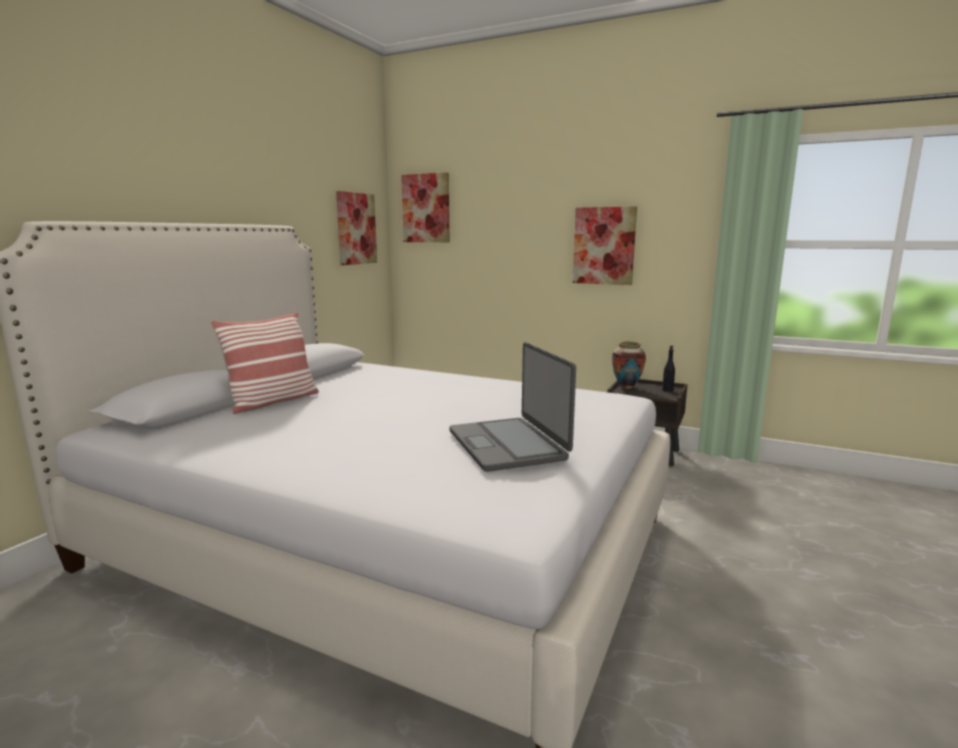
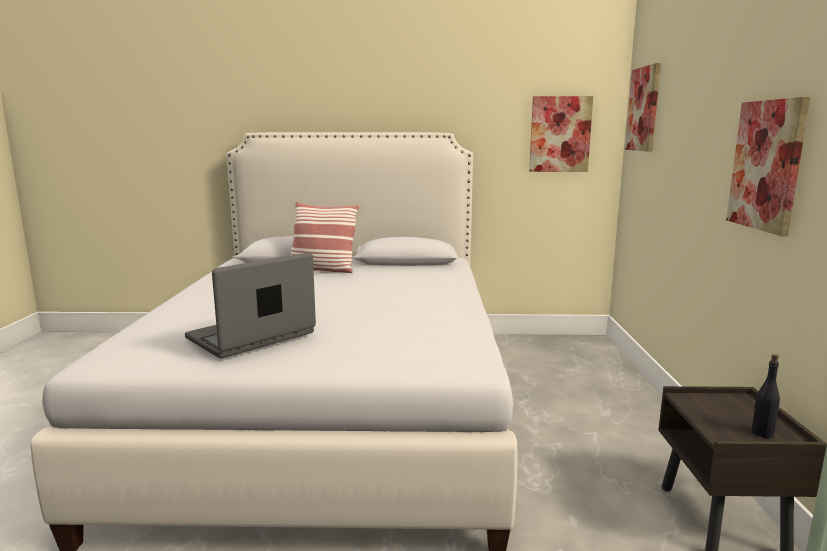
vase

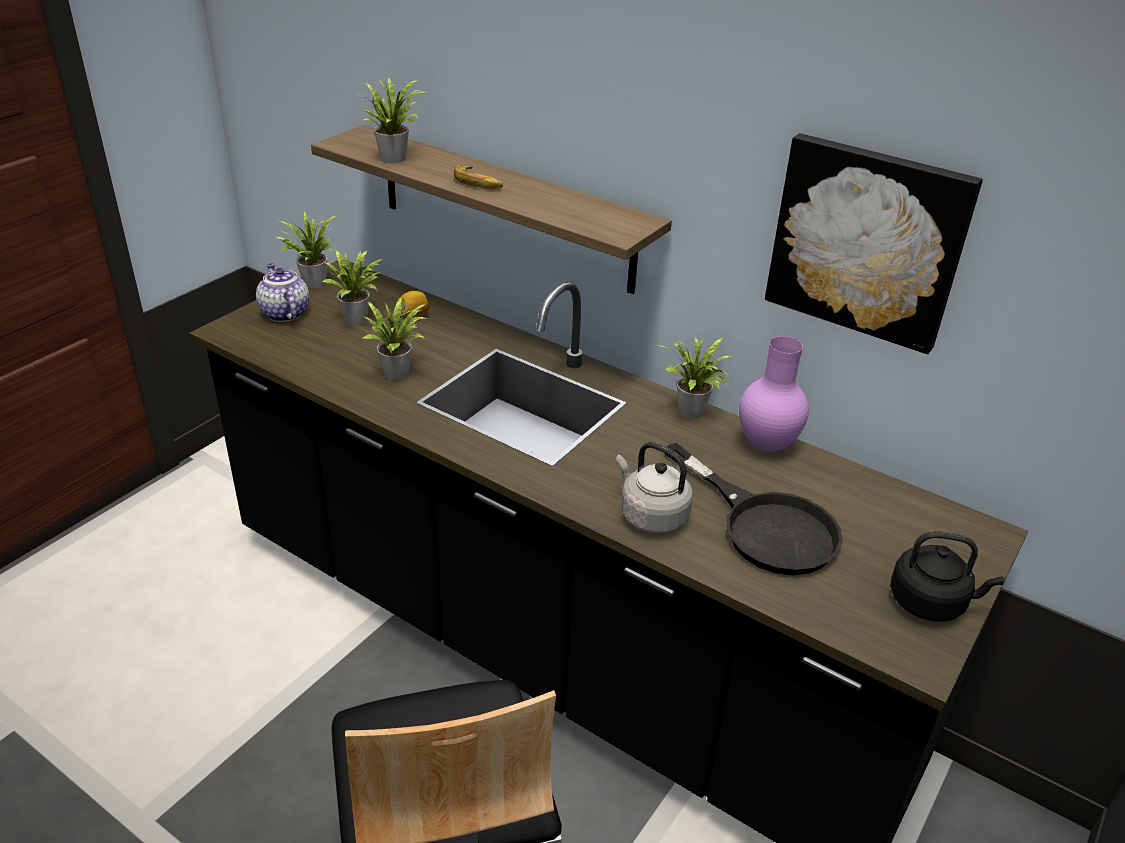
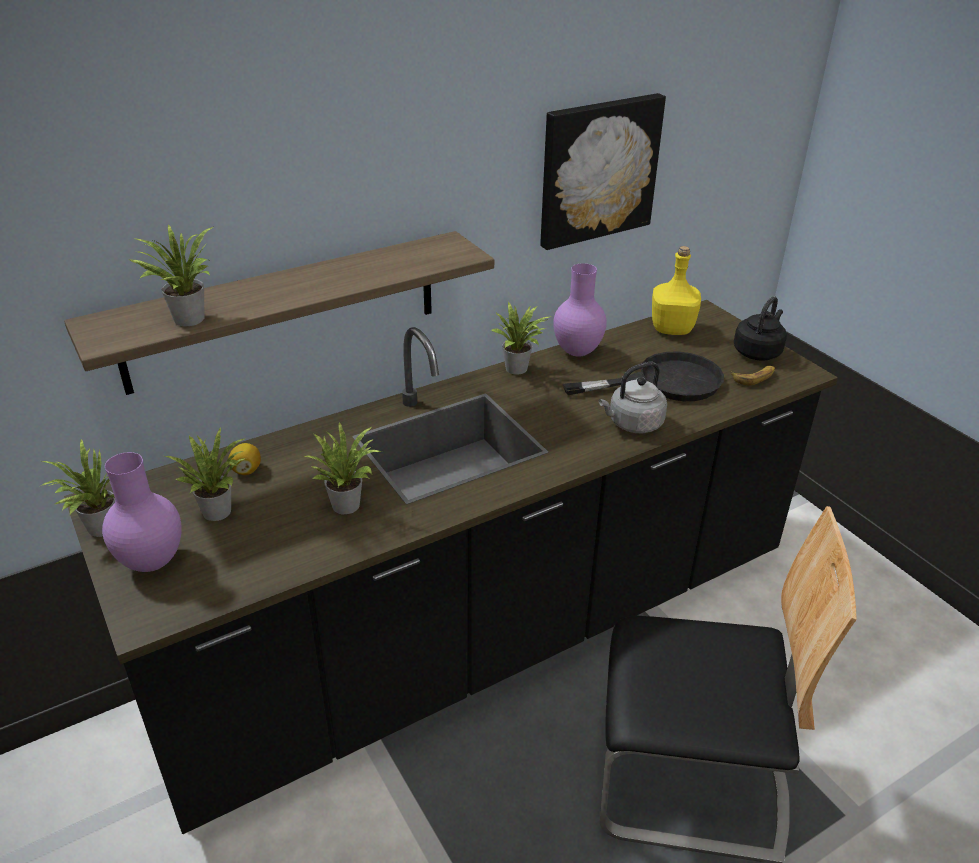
whole banana
purple-coloured vase (1st from left)
yellow beverage bottle

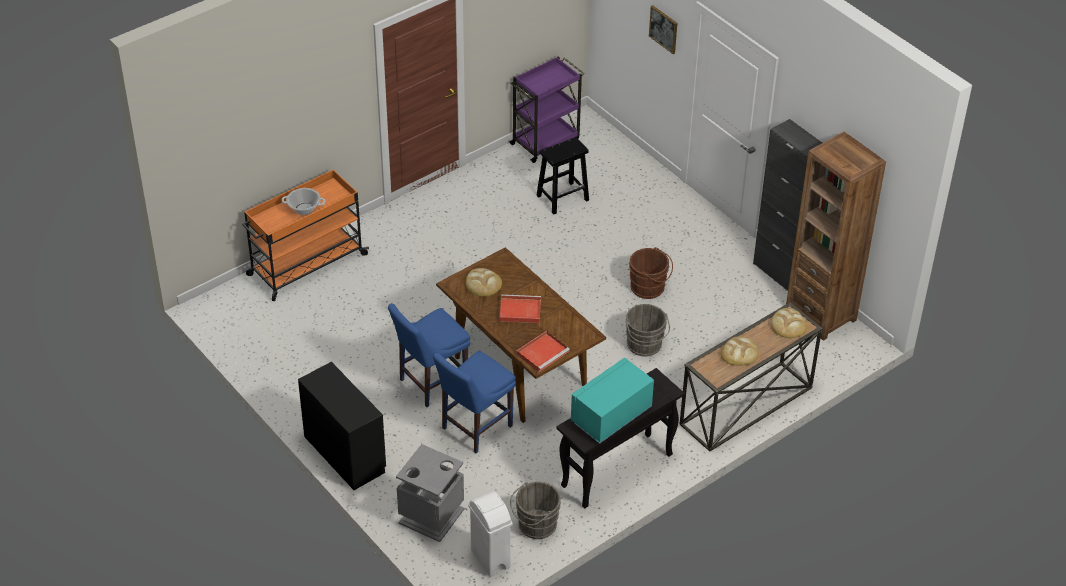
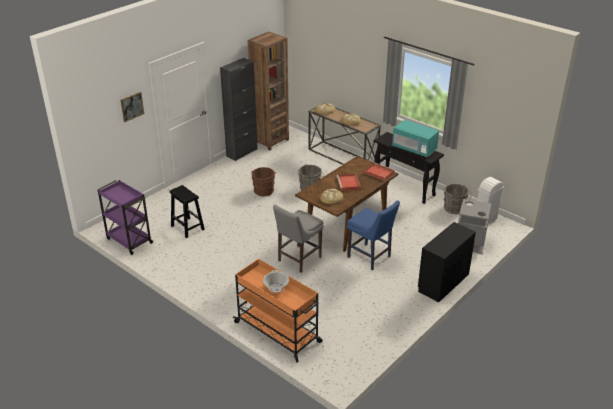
bluish plain chair (2nd from left in the first image)
gray plain chair

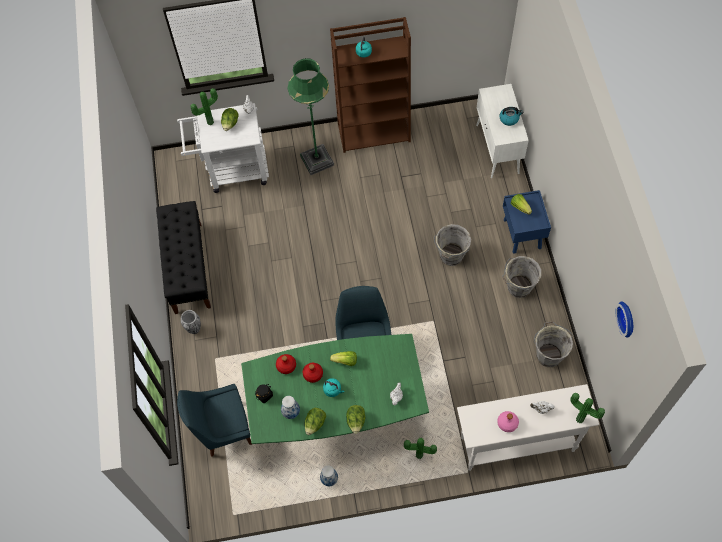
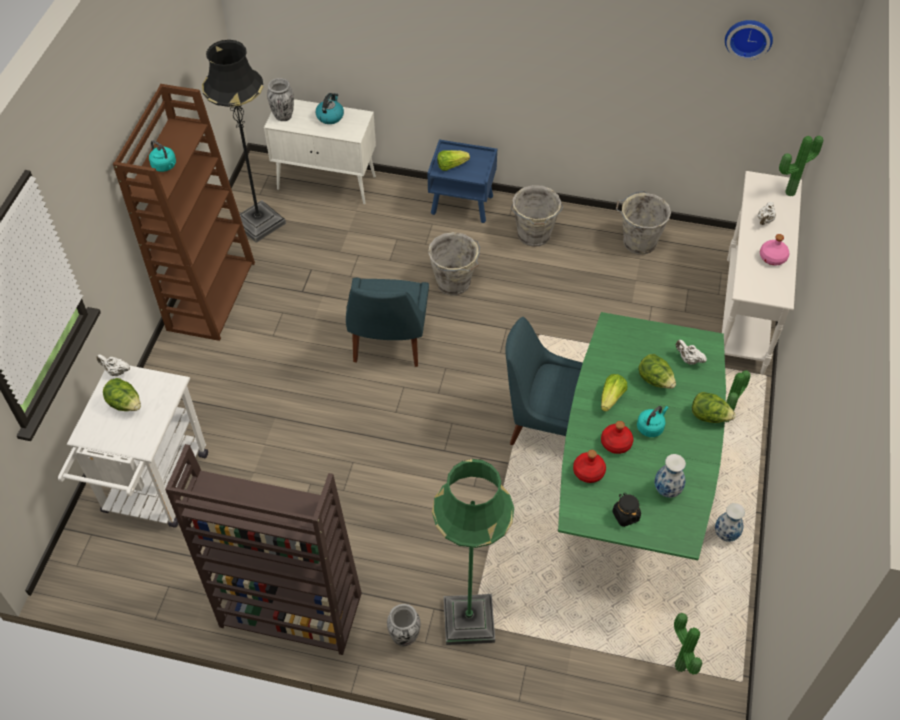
greenish floor lamp
houseplant (1st from left)
brown bookcase (2nd from left)
bluish plain chair (1st from left)
lettuce (4th from left)
black floor lamp
vase (1st from left)

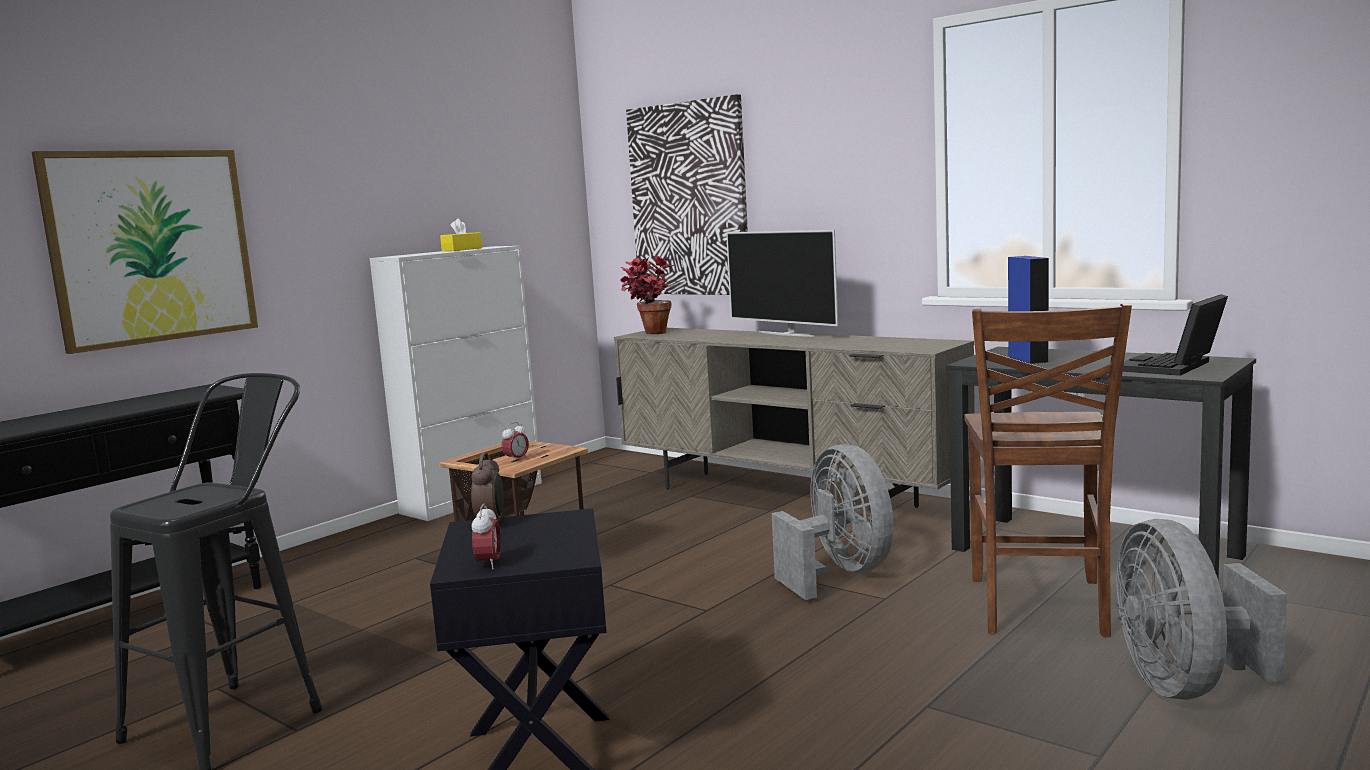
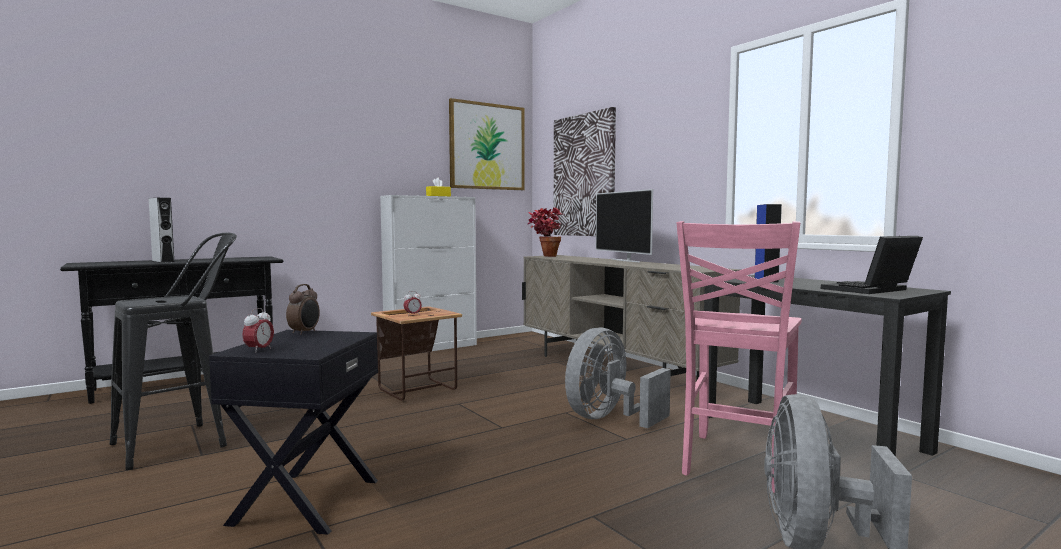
picture (1st from left)
pink plain chair
gray cooling fan (1st from left)
gray speaker

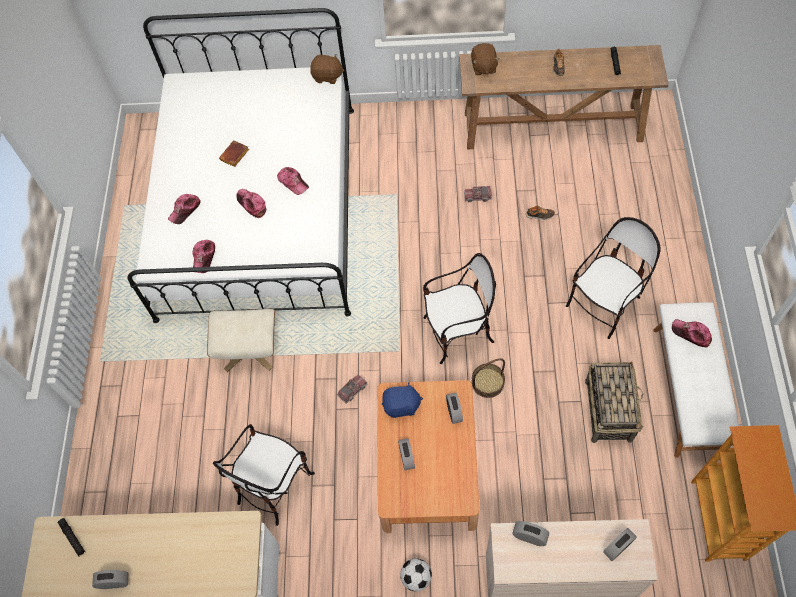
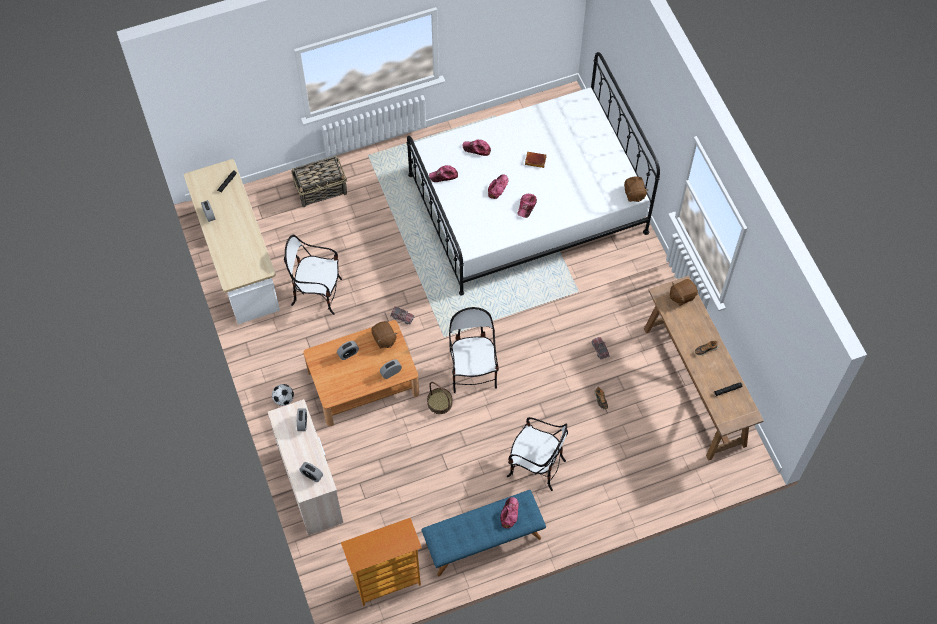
plain chair (2nd from left)
bluish indoor bench
sand-coloured pouffe
household basket (1st from left)
brown soft toy (1st from left)

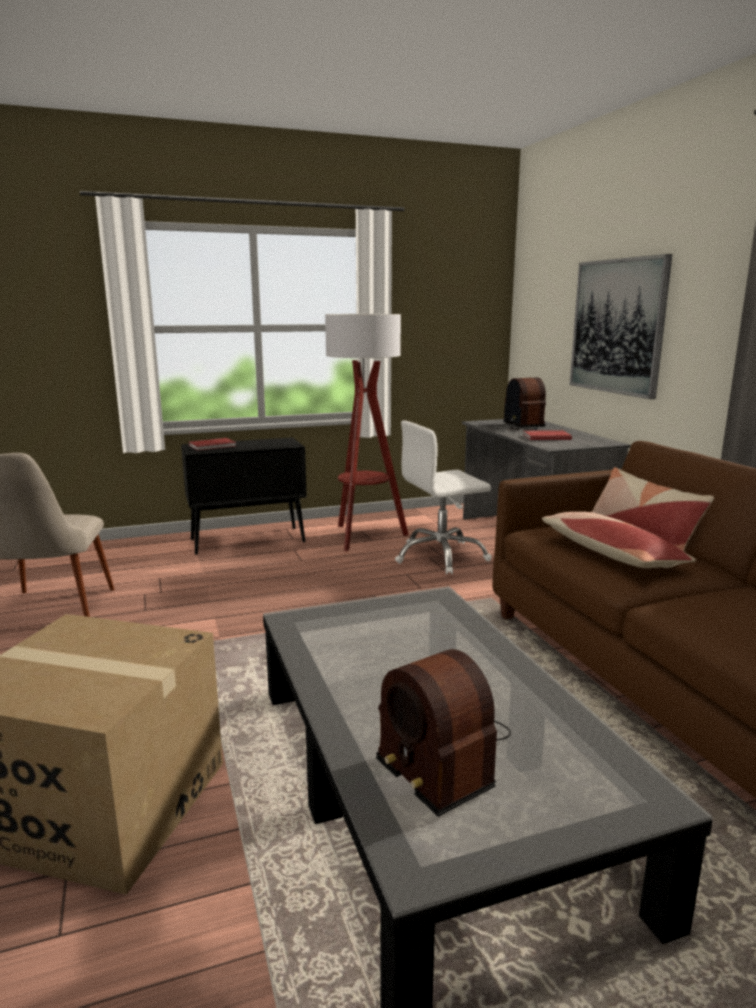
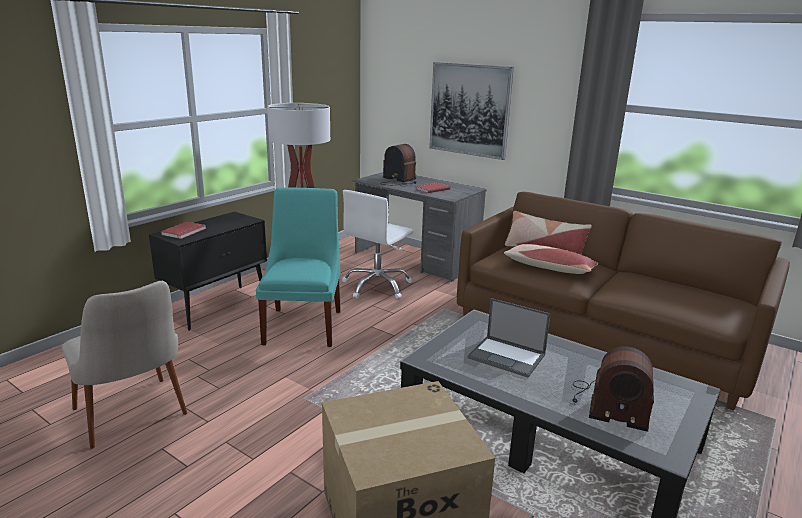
turquoise-coloured plain chair
laptop

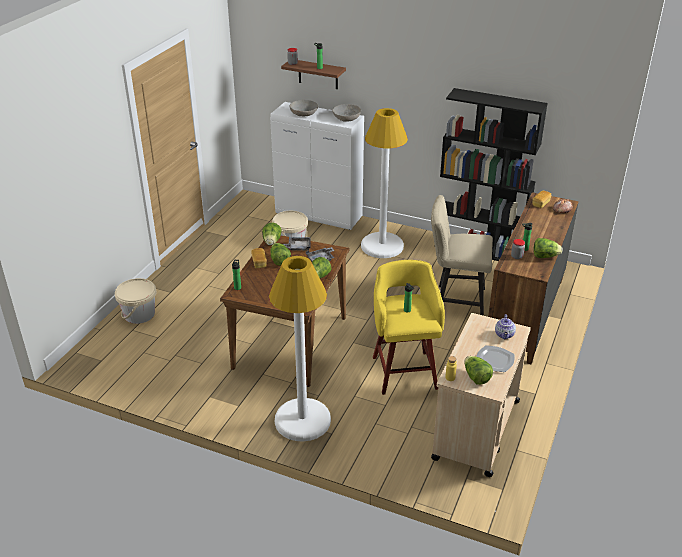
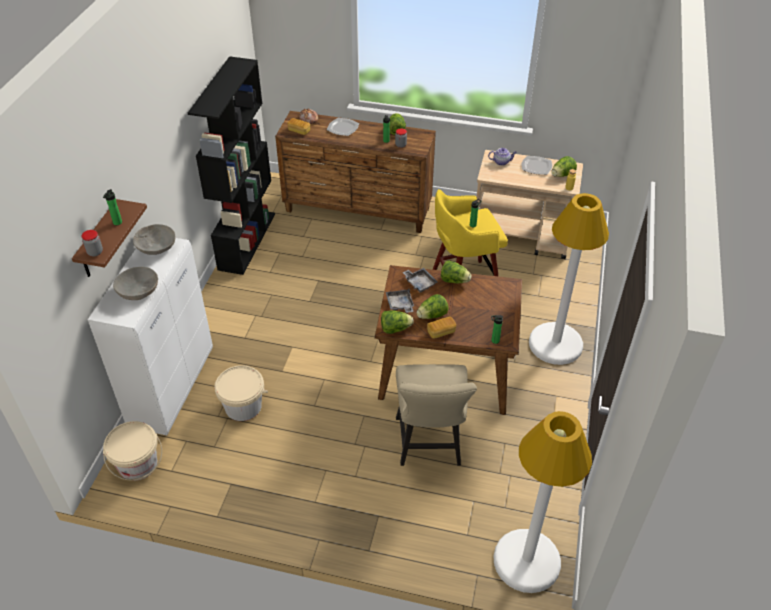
white-coloured floor lamp (1st from left)
sand-coloured plain chair
sand-coloured bucket (1st from left)
flat dish (1st from left)

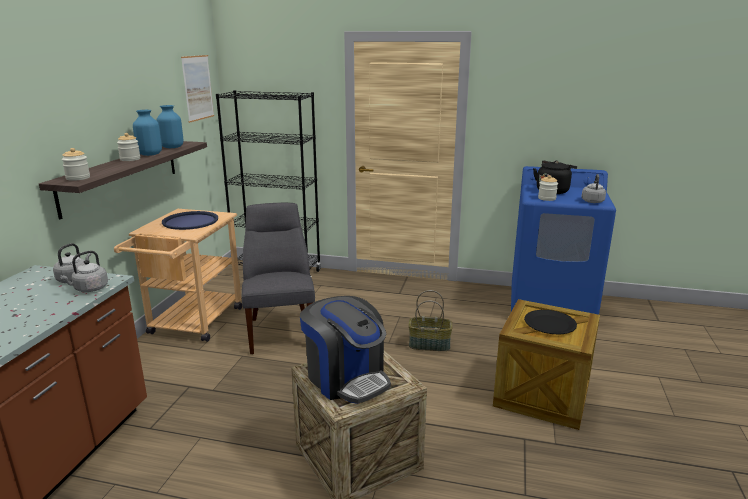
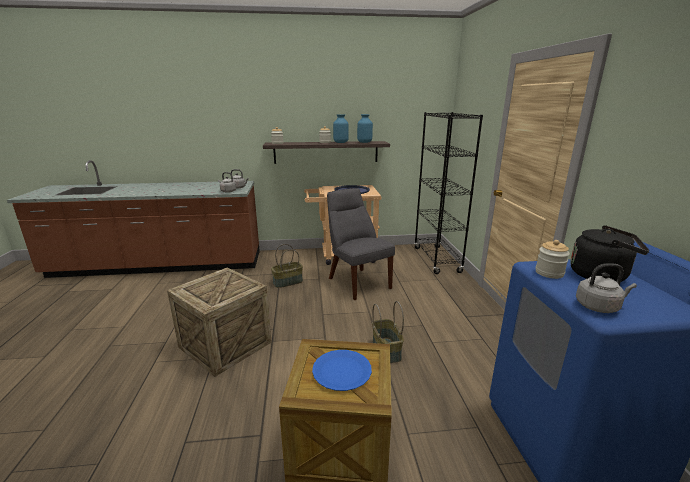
picture
gray plain chair
coffee machine
bluish flat dish
household basket (1st from left)

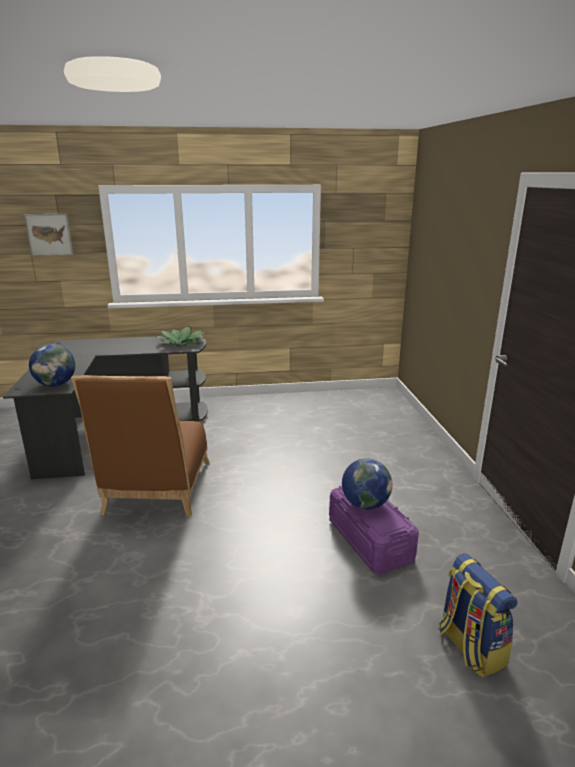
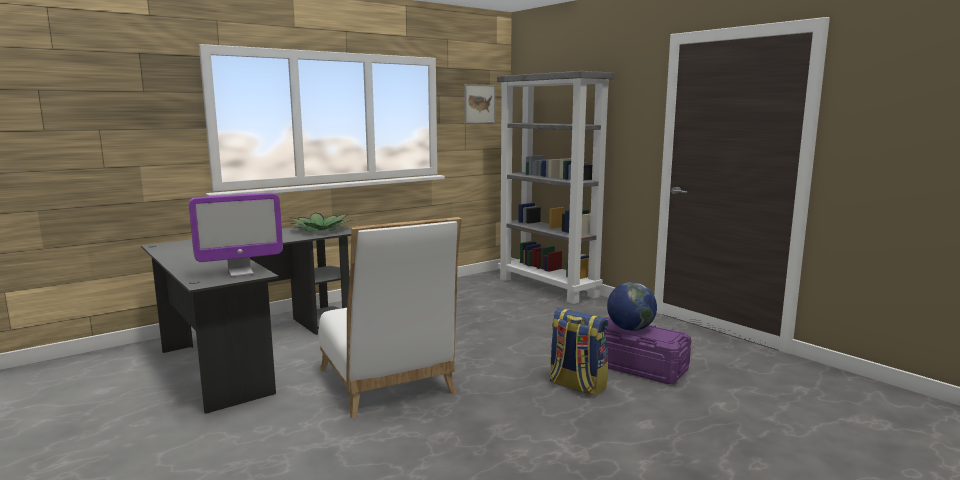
picture
computer screen
white-coloured plain chair
knapsack
gray bookcase

